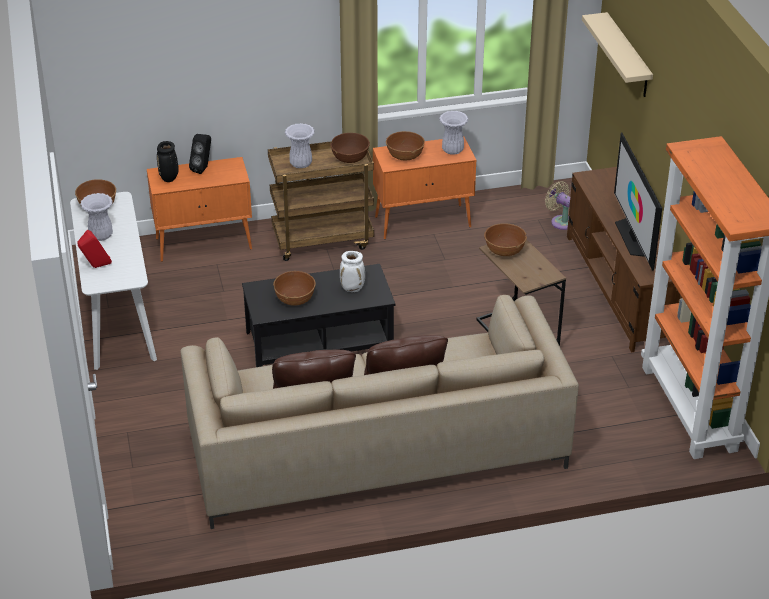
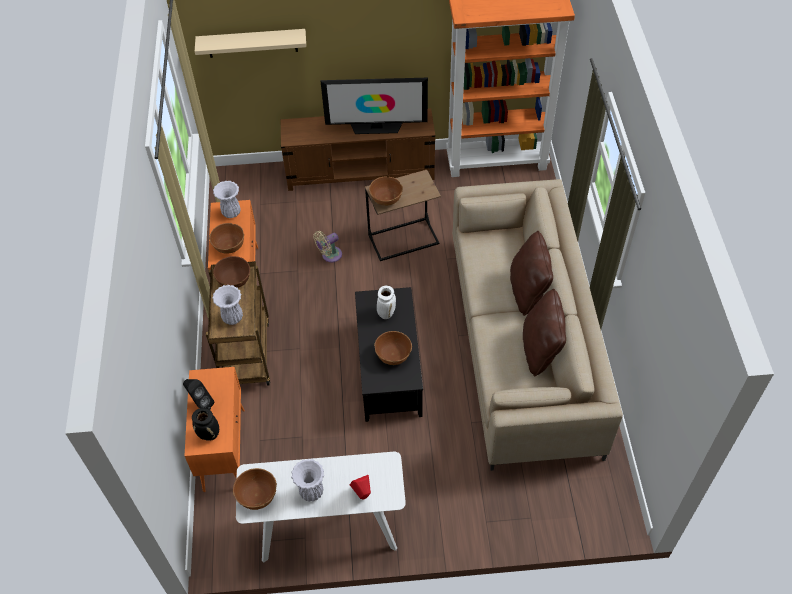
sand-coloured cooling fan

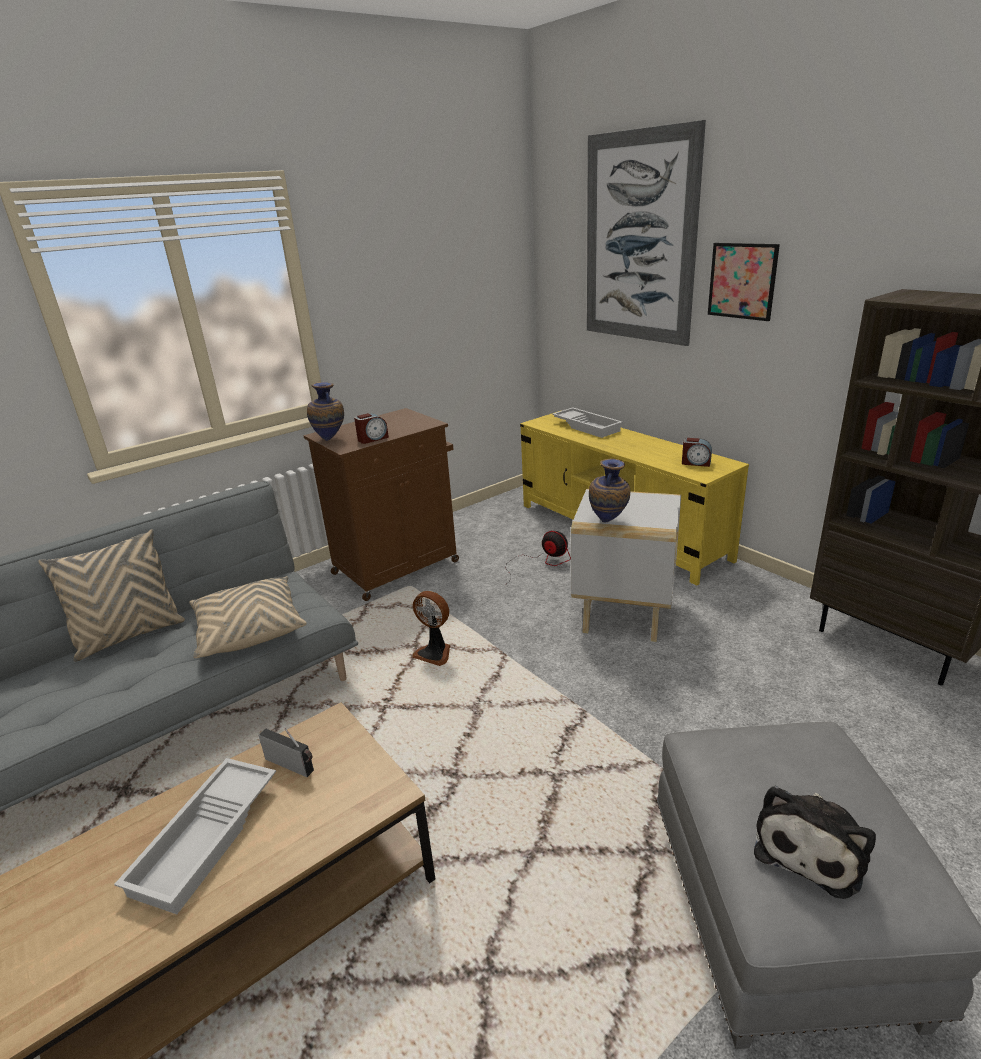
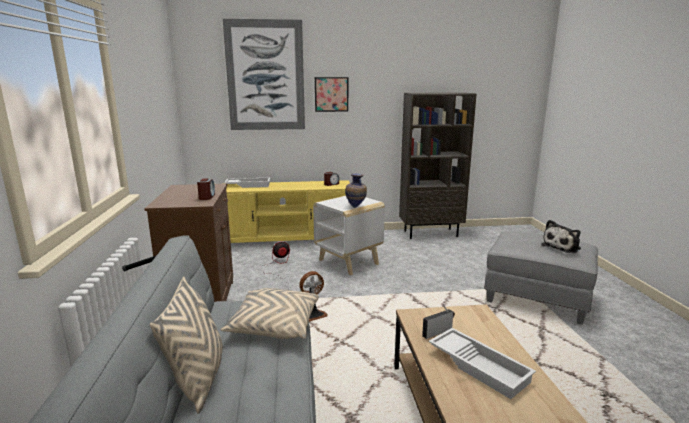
vase (1st from left in the first image)
soft toy

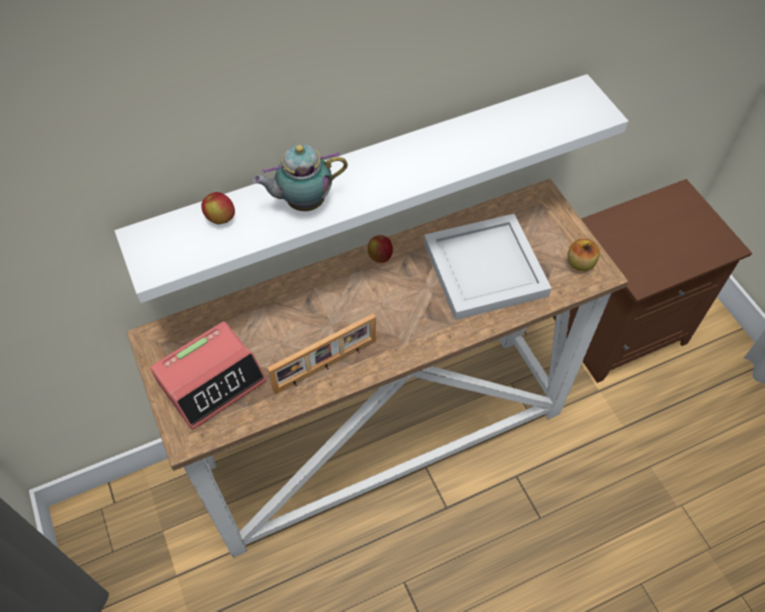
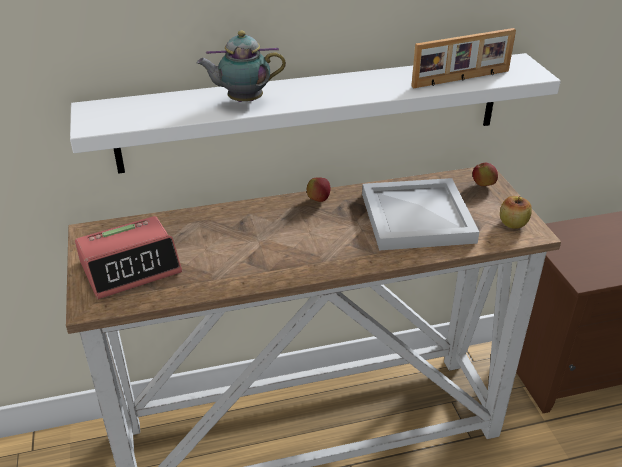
apple fruit (2nd from left)
picture frame

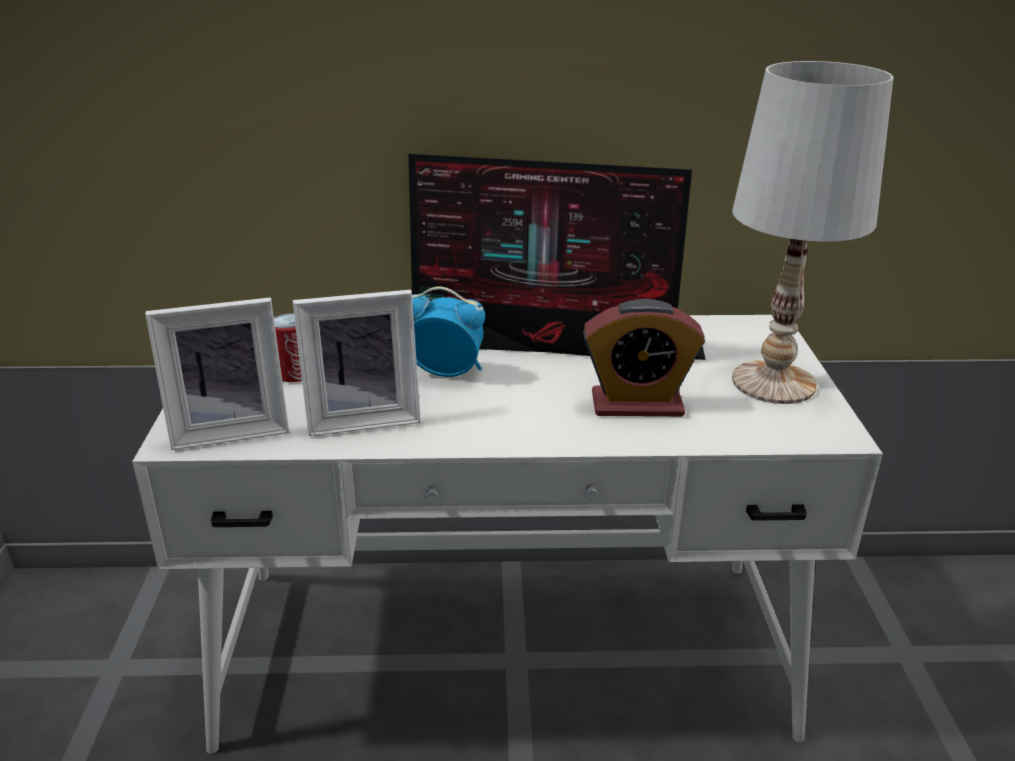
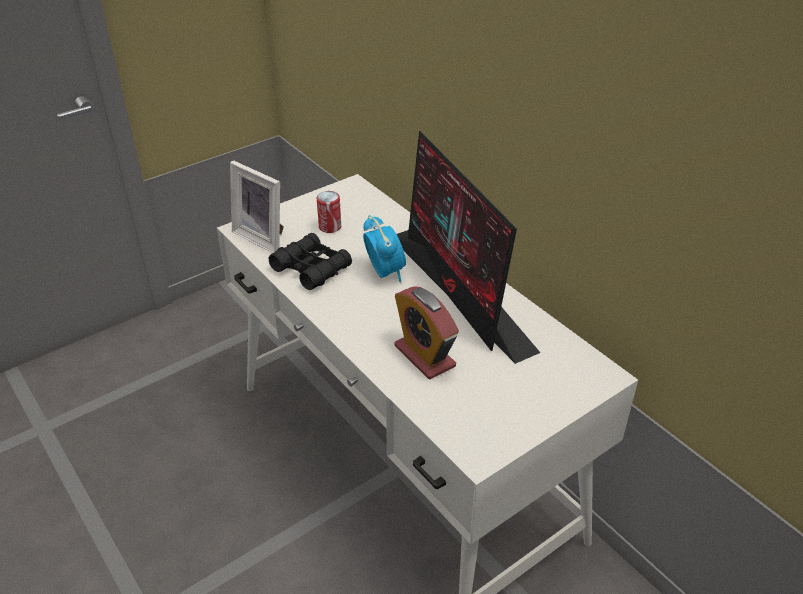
white-coloured tabletop lamp
black binoculars

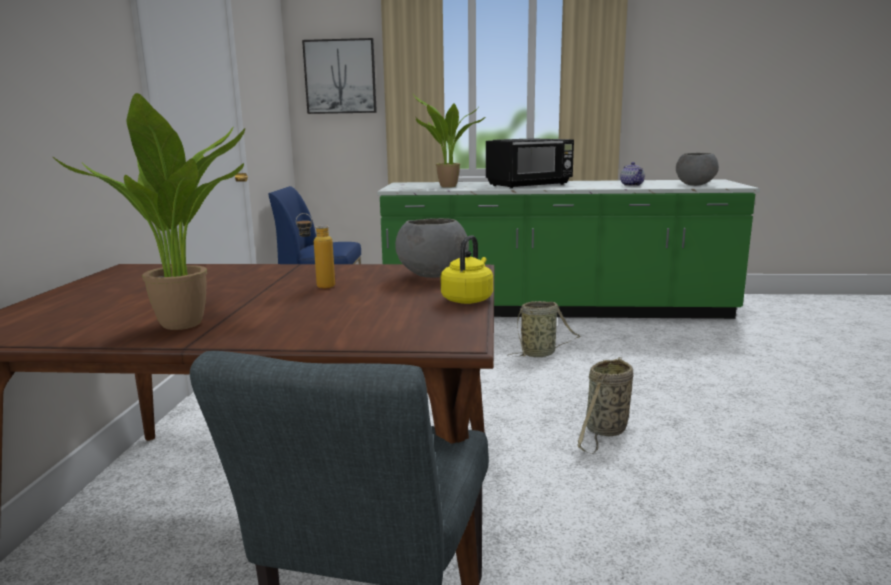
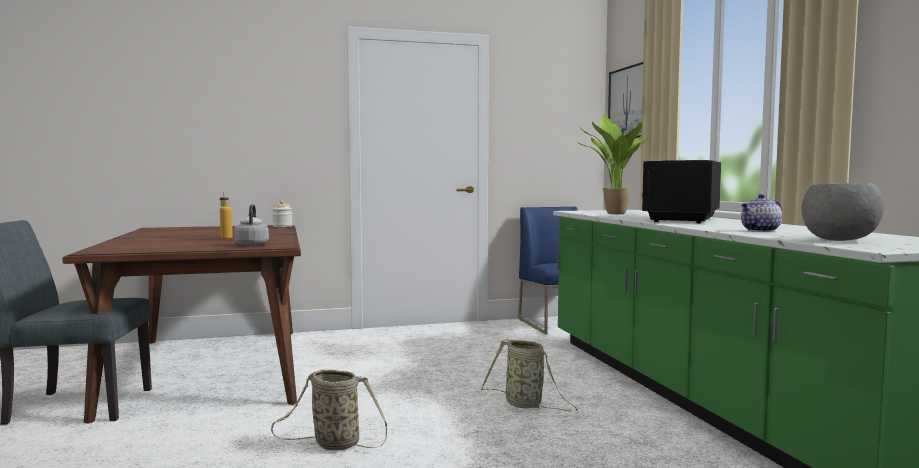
houseplant (1st from left in the first image)
black microwave
gray kettle
yellow kettle
storage jar

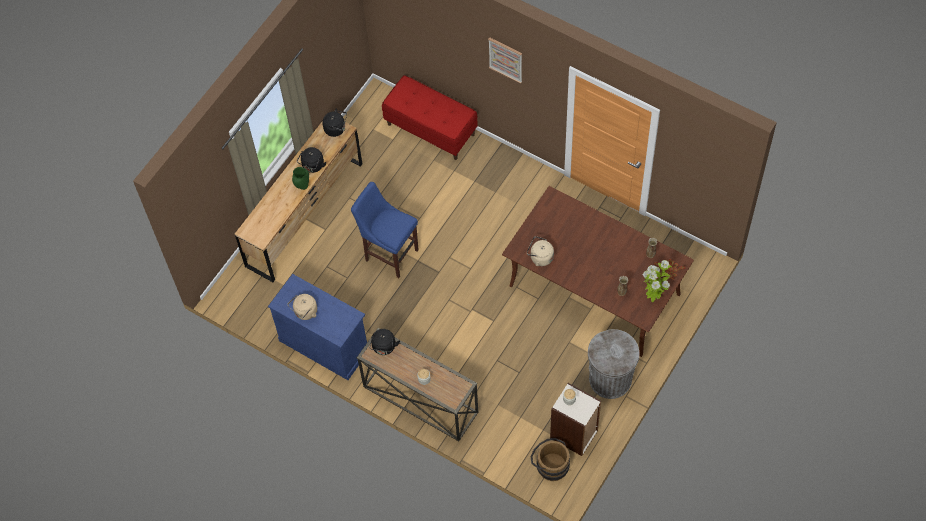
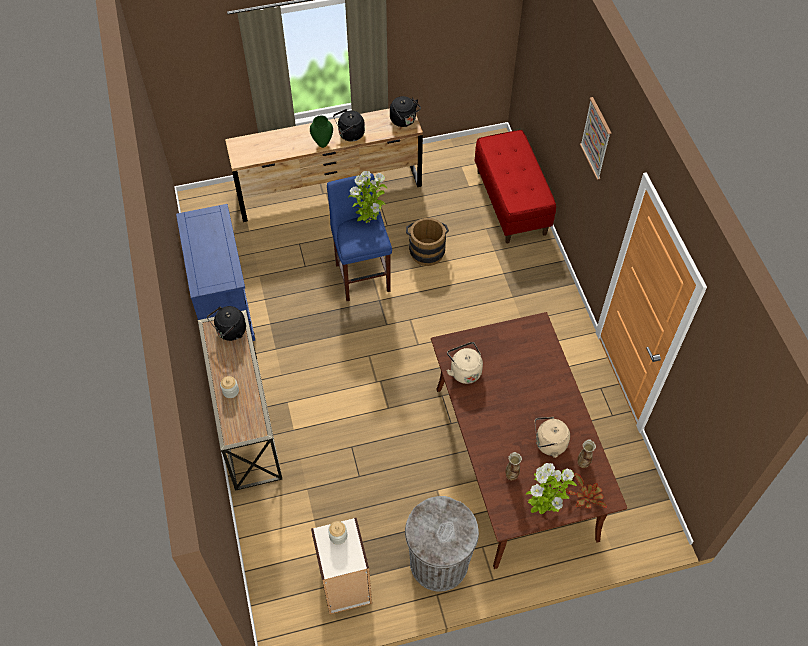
sand-coloured kettle (2nd from left)
brown bucket
houseplant (1st from left)

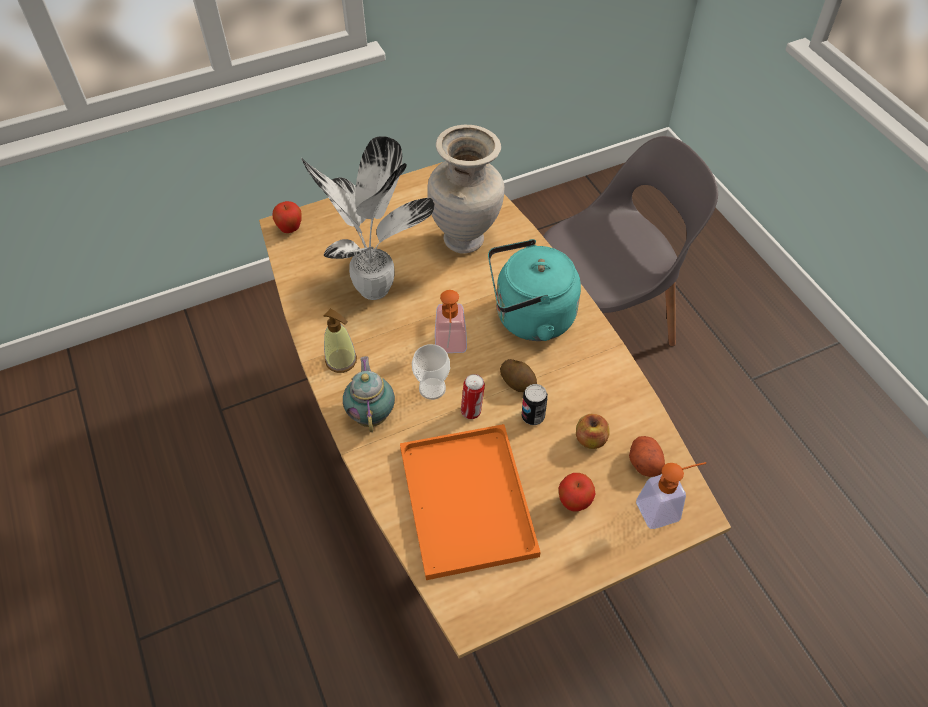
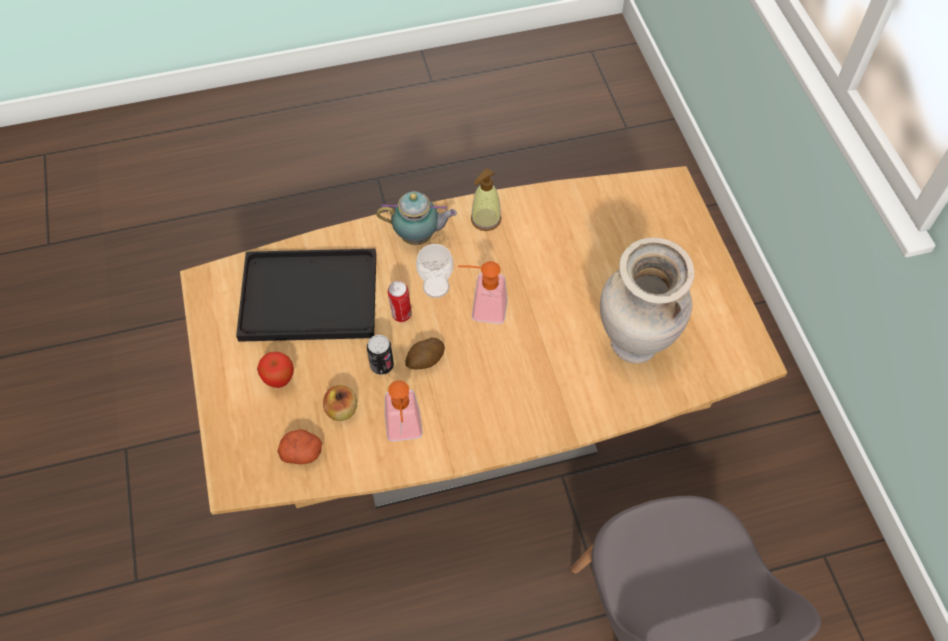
houseplant
apple fruit (1st from left in the first image)
turquoise-coloured kettle
black tray
soap dispenser (1st from left)

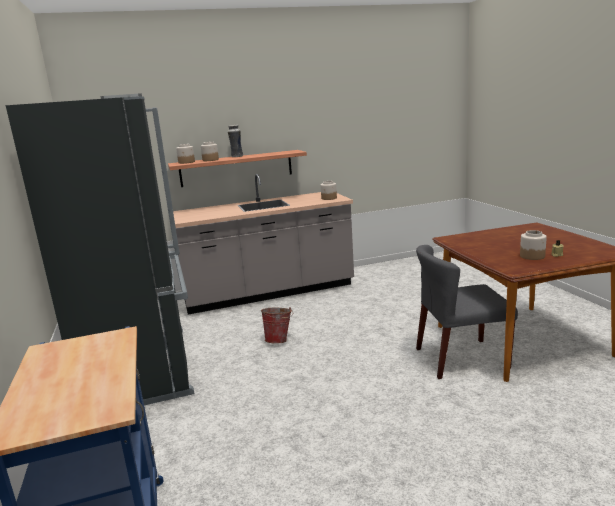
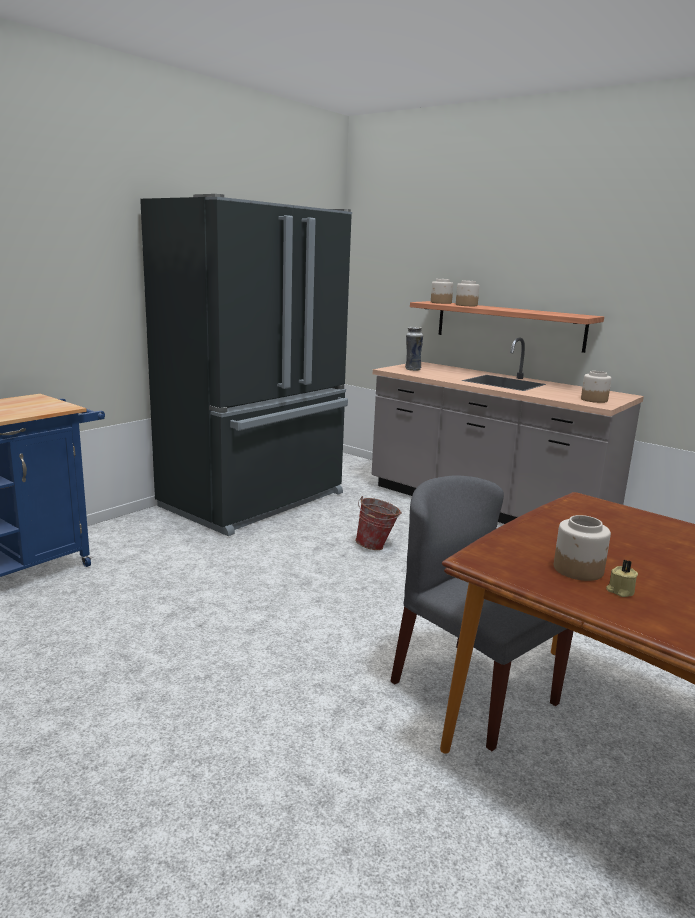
vase

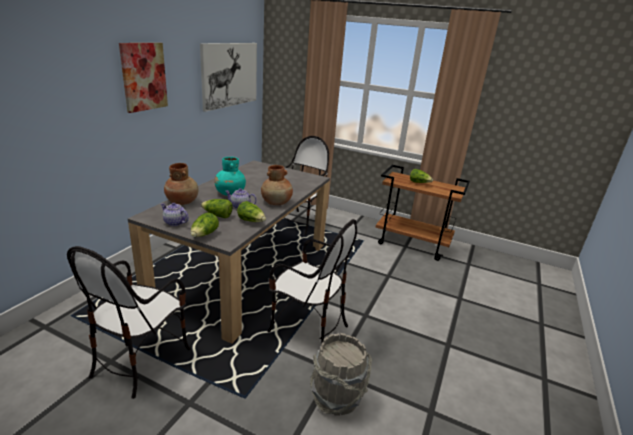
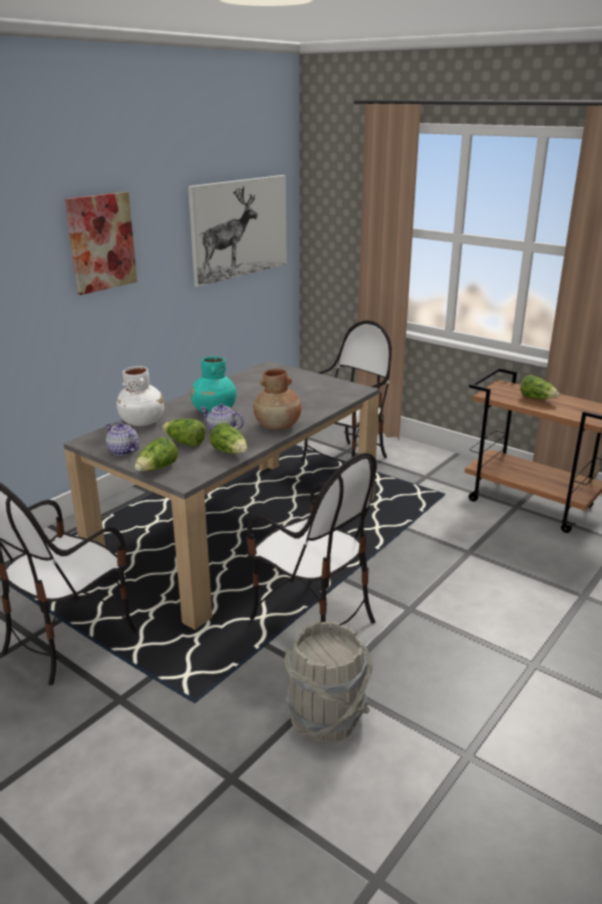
white-coloured vase

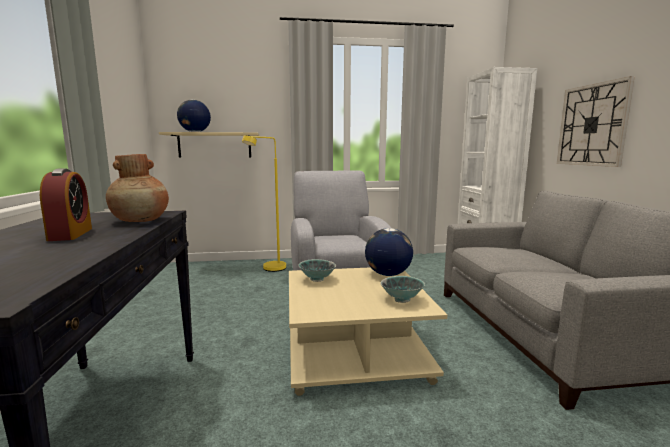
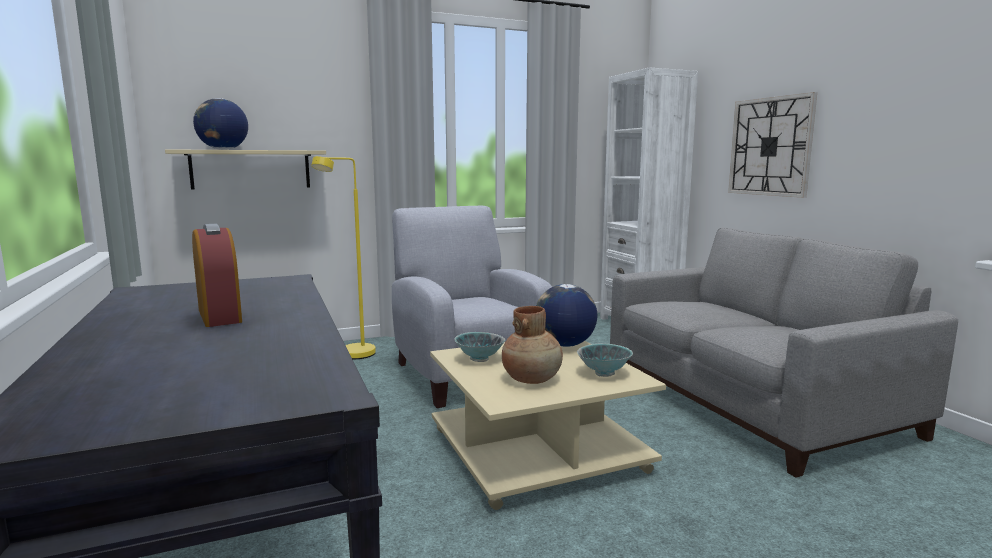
brown vase

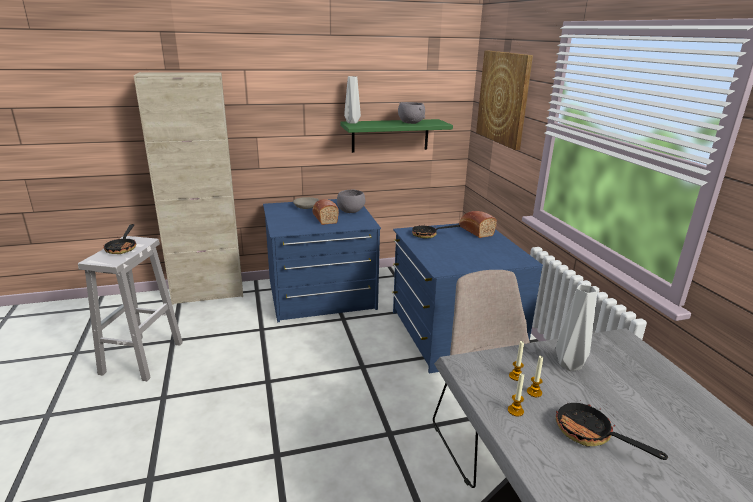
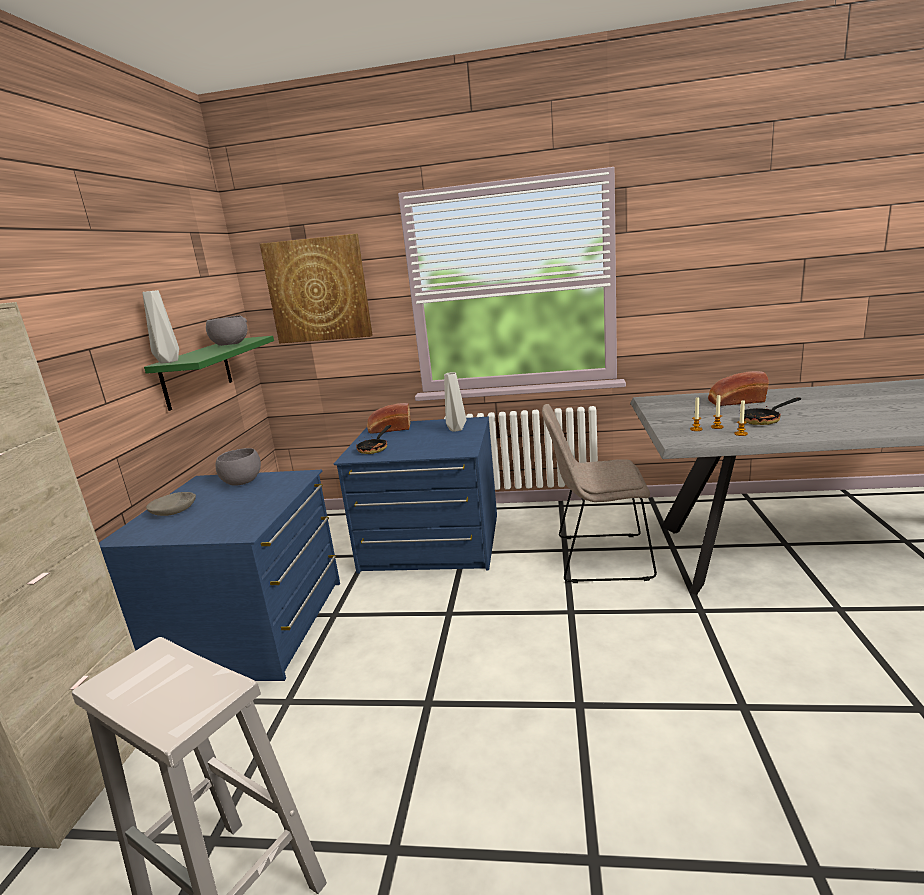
bread (2nd from left)
pan (1st from left in the first image)
gray vase (2nd from left)

